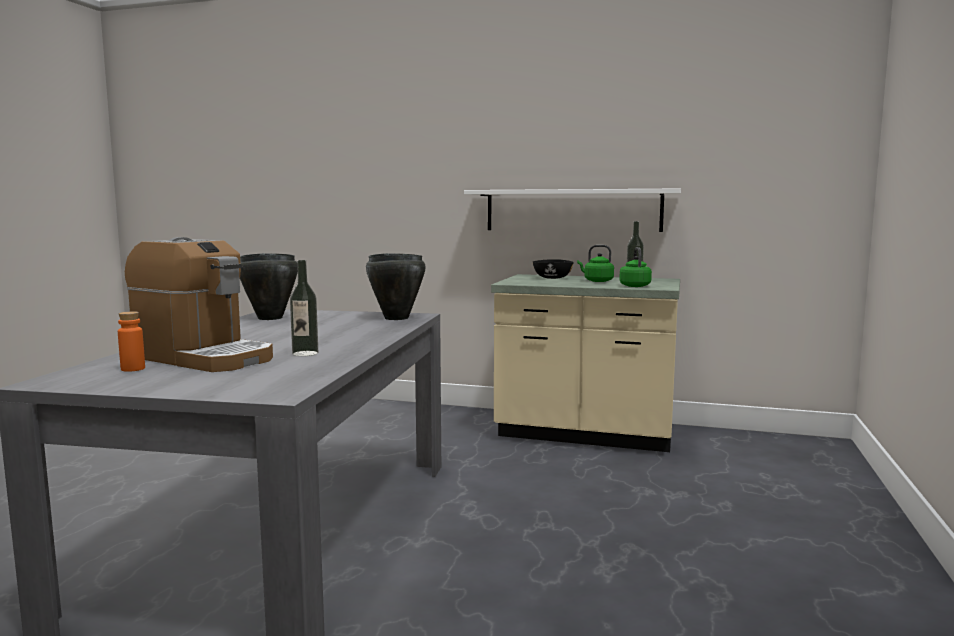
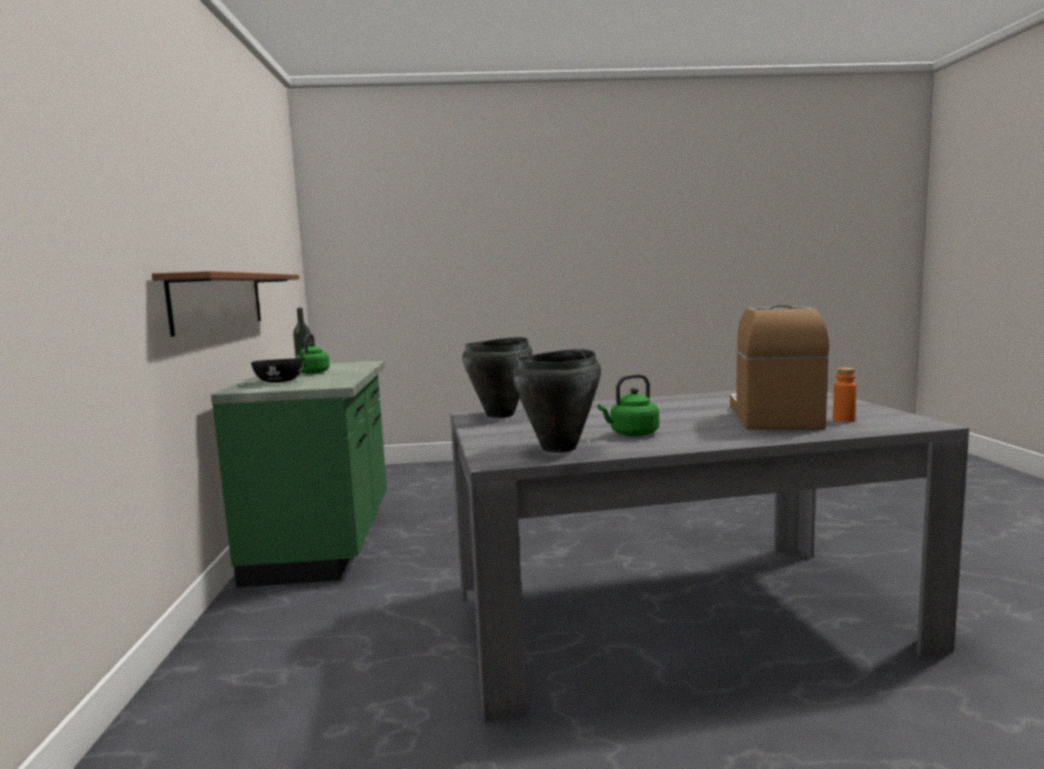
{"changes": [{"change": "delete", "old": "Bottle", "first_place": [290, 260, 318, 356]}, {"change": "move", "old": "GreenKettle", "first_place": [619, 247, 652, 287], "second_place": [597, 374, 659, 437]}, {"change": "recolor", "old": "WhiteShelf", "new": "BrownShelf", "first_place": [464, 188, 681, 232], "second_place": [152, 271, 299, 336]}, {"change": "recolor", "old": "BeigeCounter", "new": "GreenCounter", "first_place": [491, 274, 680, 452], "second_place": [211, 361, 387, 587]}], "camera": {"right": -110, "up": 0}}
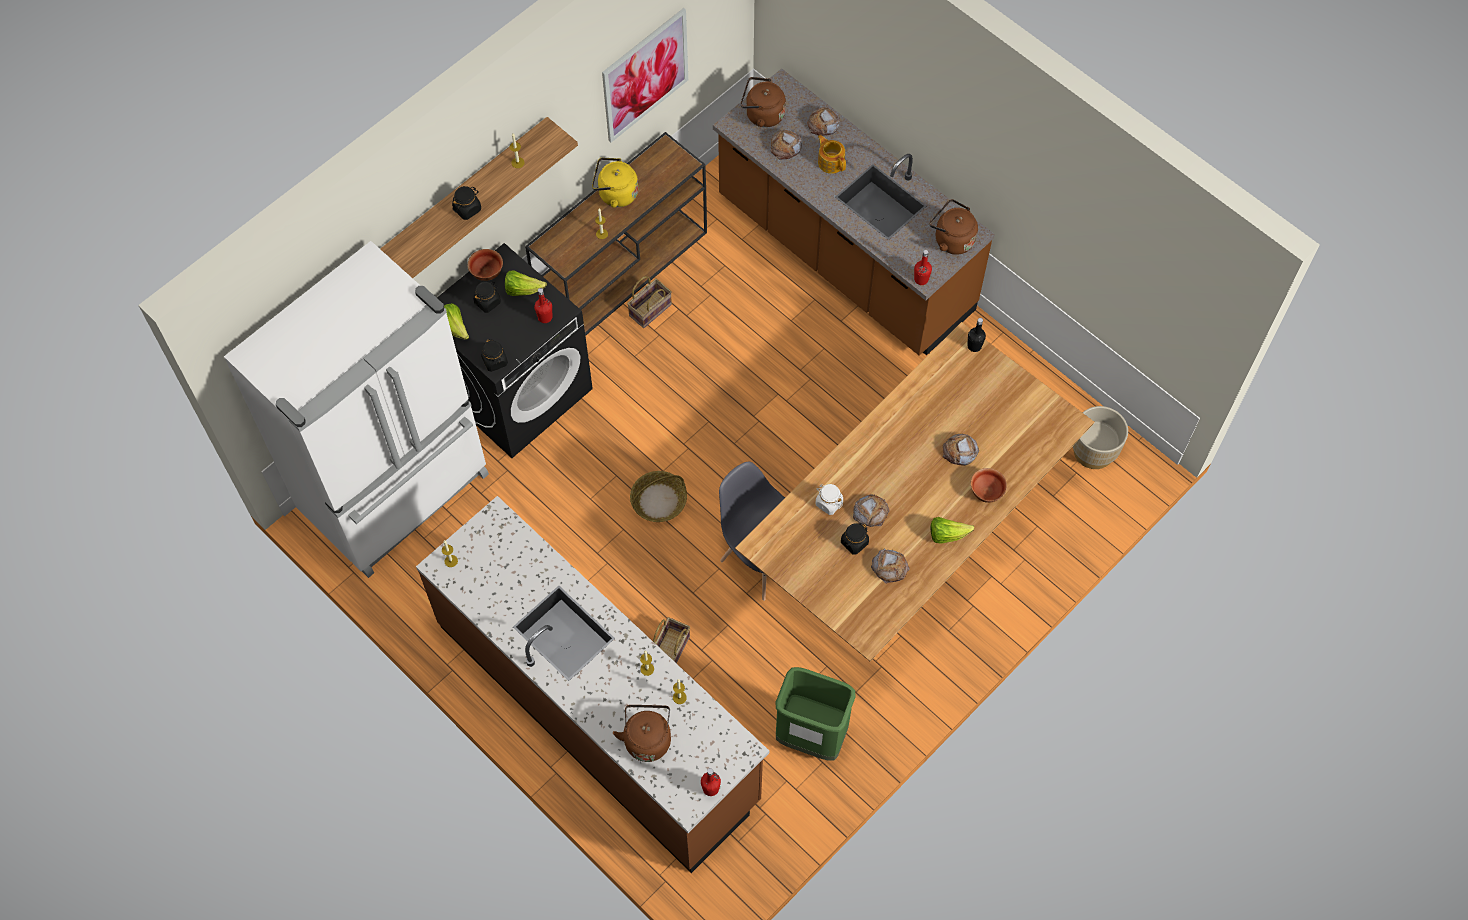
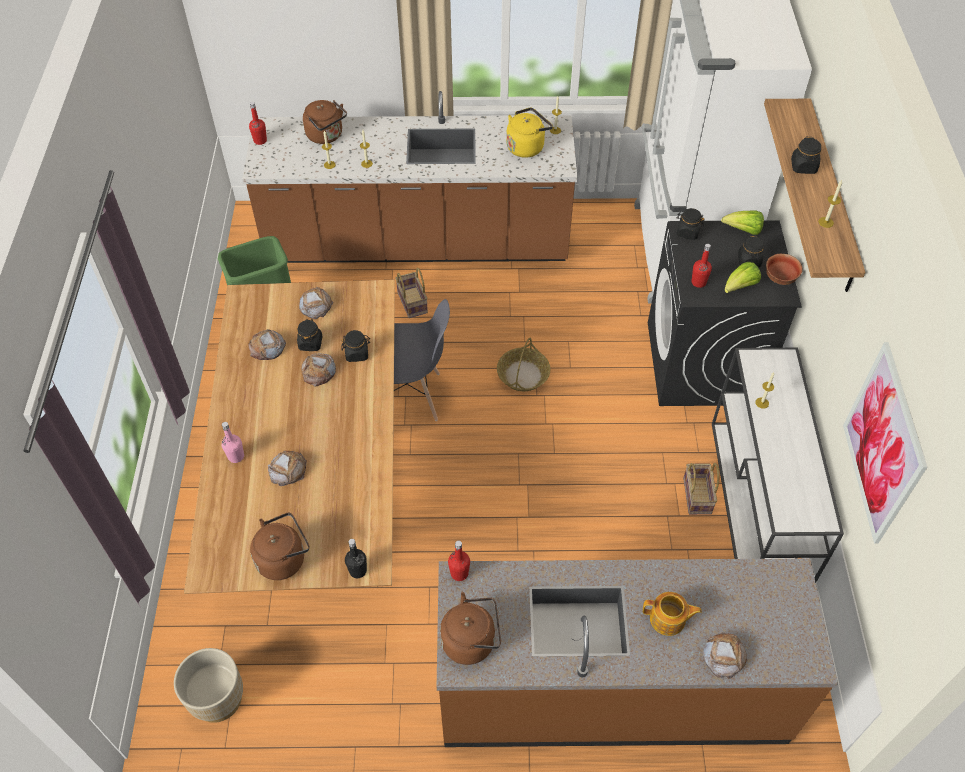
{"changes": [{"change": "delete", "old": "Lettuce", "first_place": [931, 517, 974, 544]}, {"change": "move", "old": "YellowKettle", "first_place": [592, 158, 638, 208], "second_place": [506, 107, 553, 158]}, {"change": "move", "old": "BrownKettle", "first_place": [741, 77, 786, 127], "second_place": [250, 513, 309, 580]}, {"change": "move", "old": "Bread", "first_place": [771, 130, 802, 159], "second_place": [299, 286, 333, 319]}, {"change": "replace", "old": "Bowl", "new": "PinkBottle", "first_place": [971, 468, 1007, 503], "second_place": [222, 422, 244, 463]}, {"change": "recolor", "old": "BrownConsoleTable", "new": "WhiteConsoleTable", "first_place": [525, 132, 707, 336], "second_place": [712, 348, 844, 582]}, {"change": "recolor", "old": "WhiteJar", "new": "BlackJar", "first_place": [816, 484, 843, 515], "second_place": [341, 330, 370, 362]}], "camera": {"right": 135, "up": -10}}
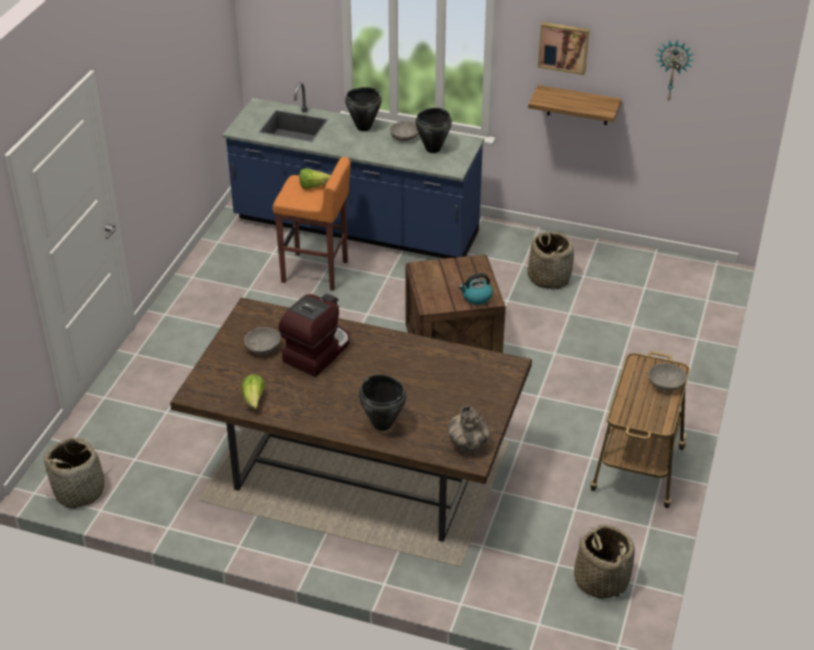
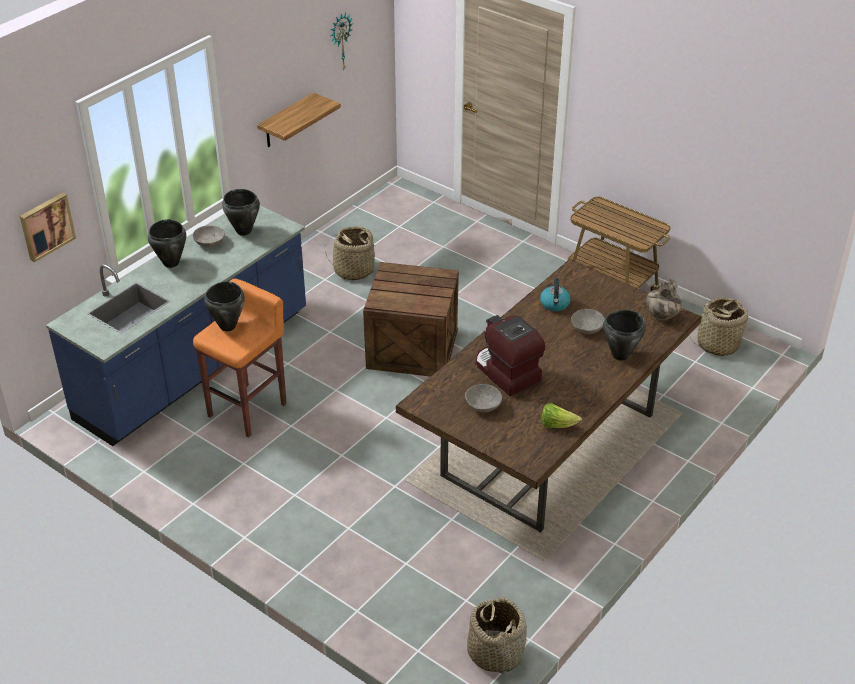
{"changes": [{"change": "move", "old": "Kettle", "first_place": [459, 273, 493, 305], "second_place": [540, 278, 571, 311]}, {"change": "move", "old": "Picture", "first_place": [538, 22, 590, 75], "second_place": [20, 193, 76, 262]}, {"change": "move", "old": "GreyBowl", "first_place": [648, 363, 687, 391], "second_place": [571, 309, 605, 334]}, {"change": "replace", "old": "Lettuce", "new": "BlackCookingPot", "first_place": [299, 168, 331, 189], "second_place": [204, 281, 245, 331]}], "camera": {"right": -70, "up": 0}}
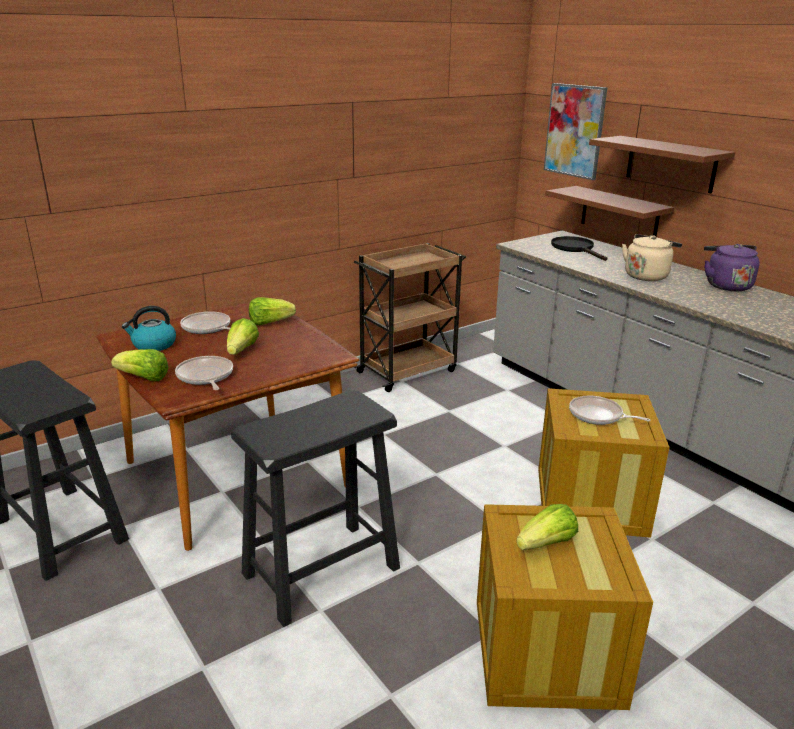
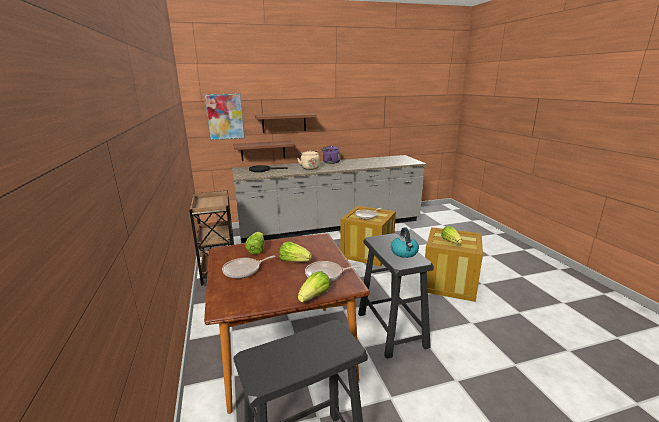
{"changes": [{"change": "move", "old": "Kettle", "first_place": [122, 306, 176, 351], "second_place": [391, 227, 419, 258]}], "camera": {"right": -70, "up": -5}}
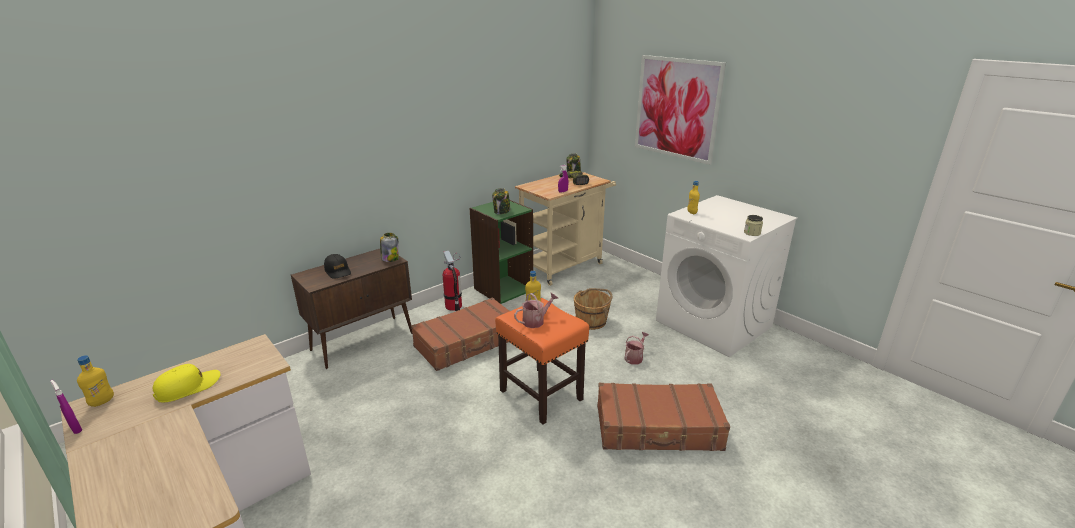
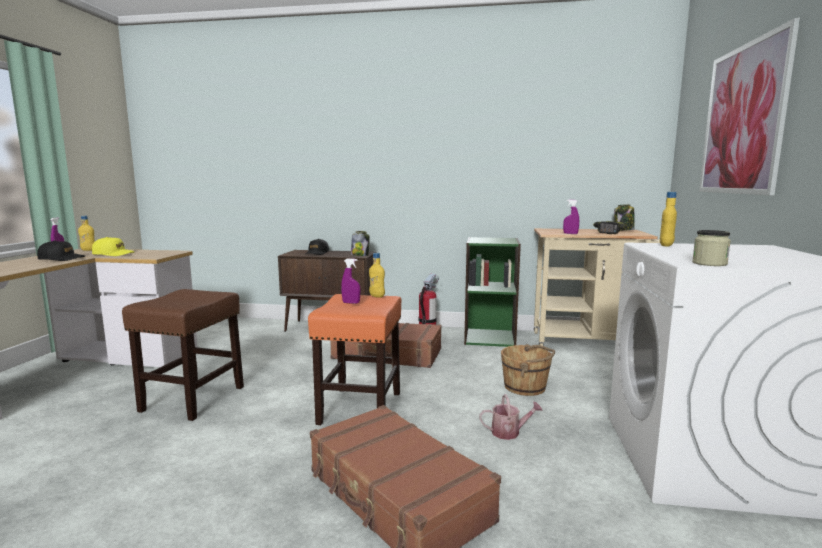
{"changes": [{"change": "delete", "old": "Jar", "first_place": [492, 188, 511, 214]}, {"change": "insert", "new": "BlackCap", "second_place": [37, 241, 85, 261]}, {"change": "insert", "new": "BrownStool", "second_place": [122, 289, 244, 421]}, {"change": "replace", "old": "WateringCan", "new": "PurpleSprayBottle", "first_place": [514, 292, 558, 328], "second_place": [341, 258, 360, 304]}], "camera": {"right": 50, "up": -15}}
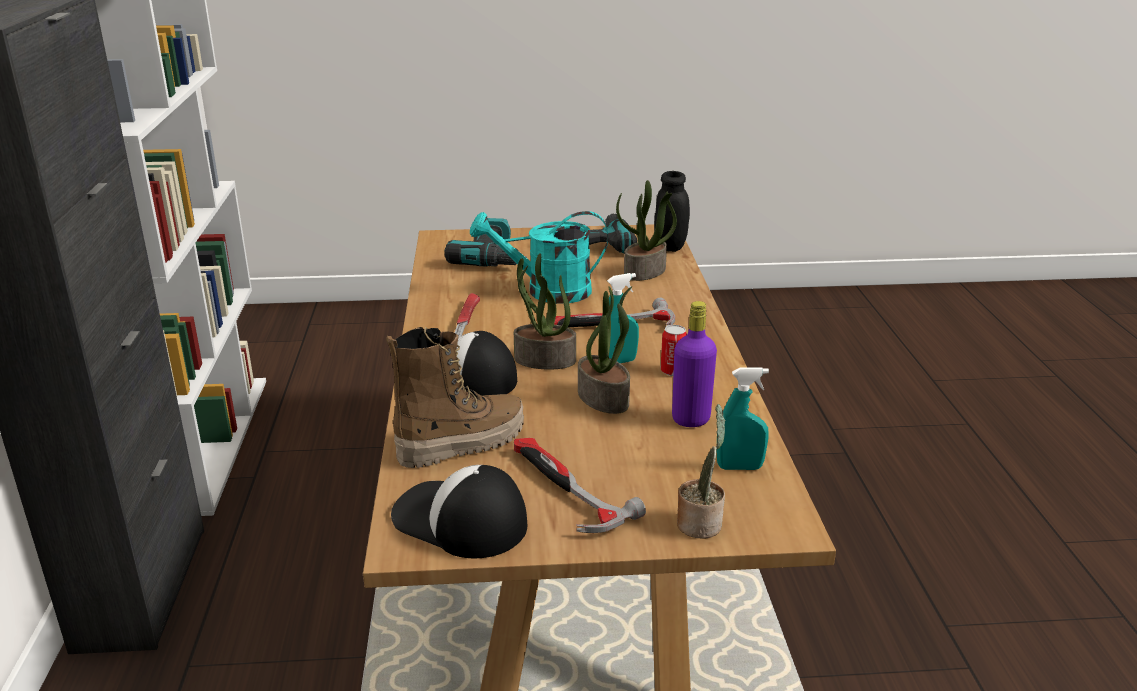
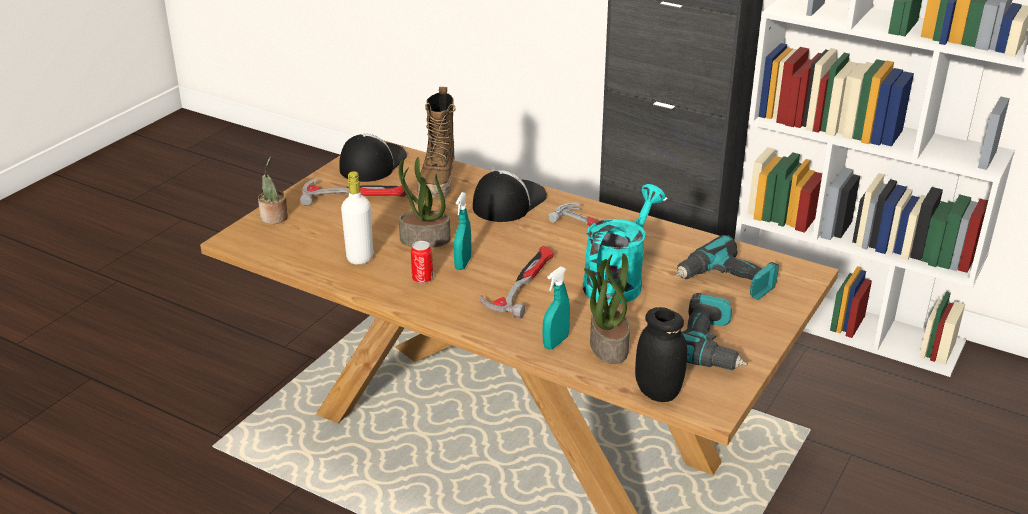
{"changes": [{"change": "delete", "old": "PottedPlant", "first_place": [514, 253, 576, 370]}, {"change": "move", "old": "TurquoiseSprayBottle", "first_place": [716, 367, 769, 470], "second_place": [542, 266, 570, 350]}, {"change": "recolor", "old": "PurpleBottle", "new": "WhiteBottle", "first_place": [672, 301, 717, 427], "second_place": [341, 171, 373, 265]}, {"change": "rotate", "old": "Cap", "first_place": [391, 465, 527, 558], "second_place": [339, 134, 407, 182], "degrees": -45}], "camera": {"right": 125, "up": 5}}
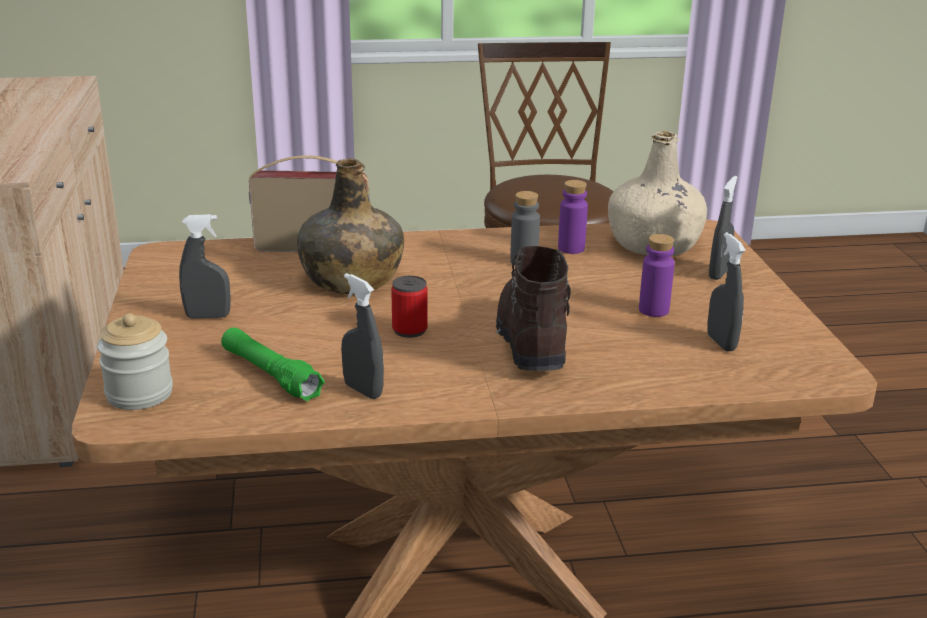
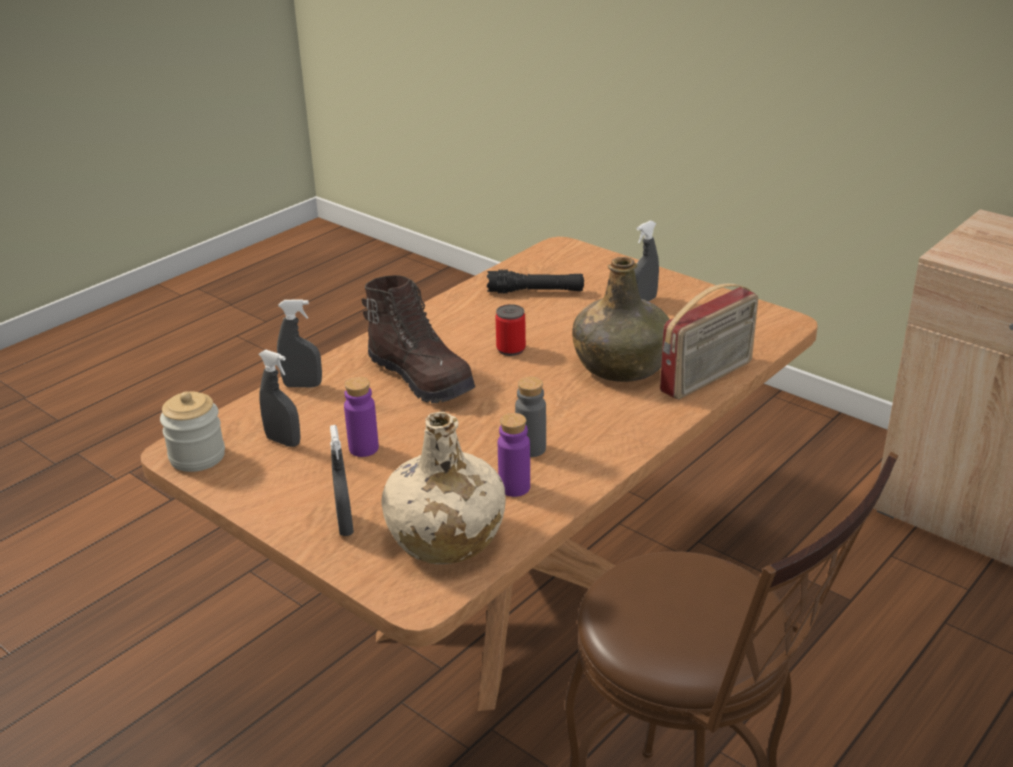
{"changes": [{"change": "move", "old": "Jar", "first_place": [97, 313, 173, 410], "second_place": [160, 392, 225, 472]}, {"change": "move", "old": "GreySprayBottle", "first_place": [341, 273, 384, 399], "second_place": [277, 299, 322, 387]}, {"change": "recolor", "old": "GreenFlashlight", "new": "BlackFlashlight", "first_place": [221, 328, 325, 401], "second_place": [487, 269, 584, 294]}], "camera": {"right": 140, "up": 5}}
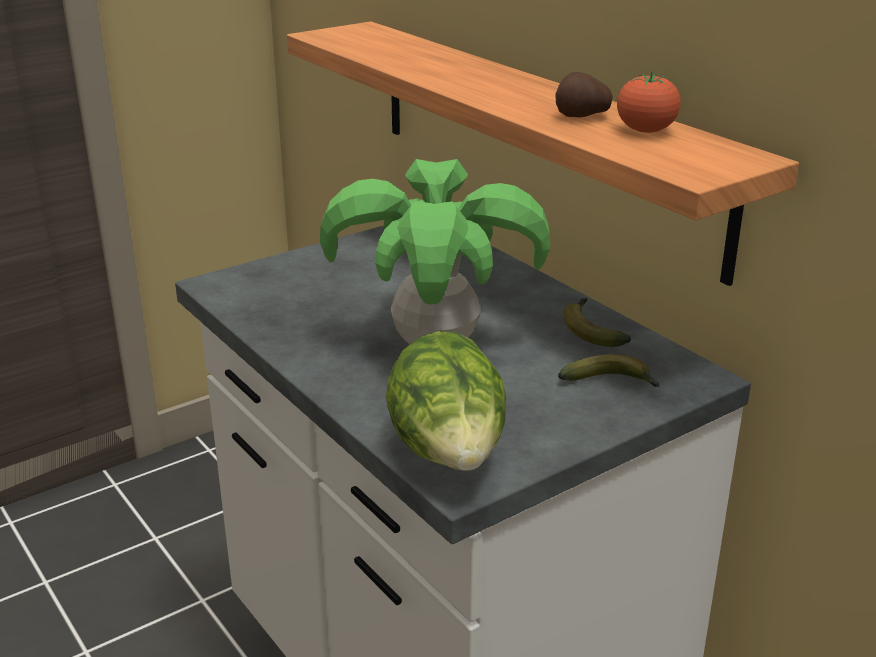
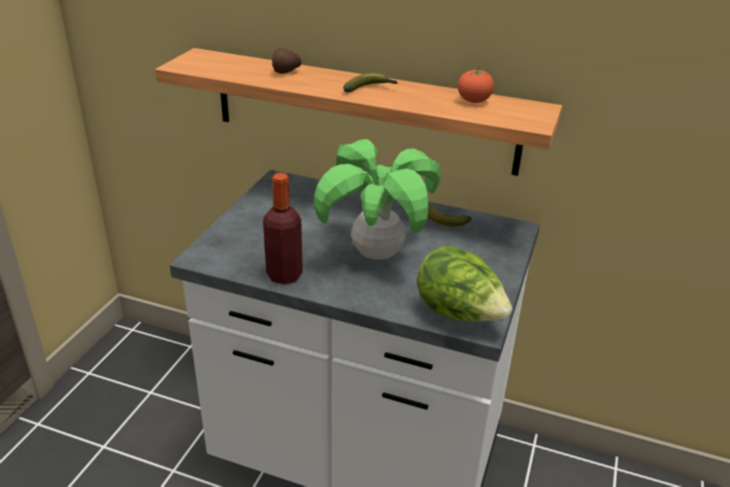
{"changes": [{"change": "insert", "new": "Bottle", "second_place": [263, 173, 303, 284]}, {"change": "move", "old": "Potato", "first_place": [556, 72, 613, 117], "second_place": [272, 48, 302, 74]}, {"change": "move", "old": "Banana", "first_place": [558, 354, 660, 387], "second_place": [343, 73, 398, 92]}], "camera": {"right": -35, "up": 5}}
